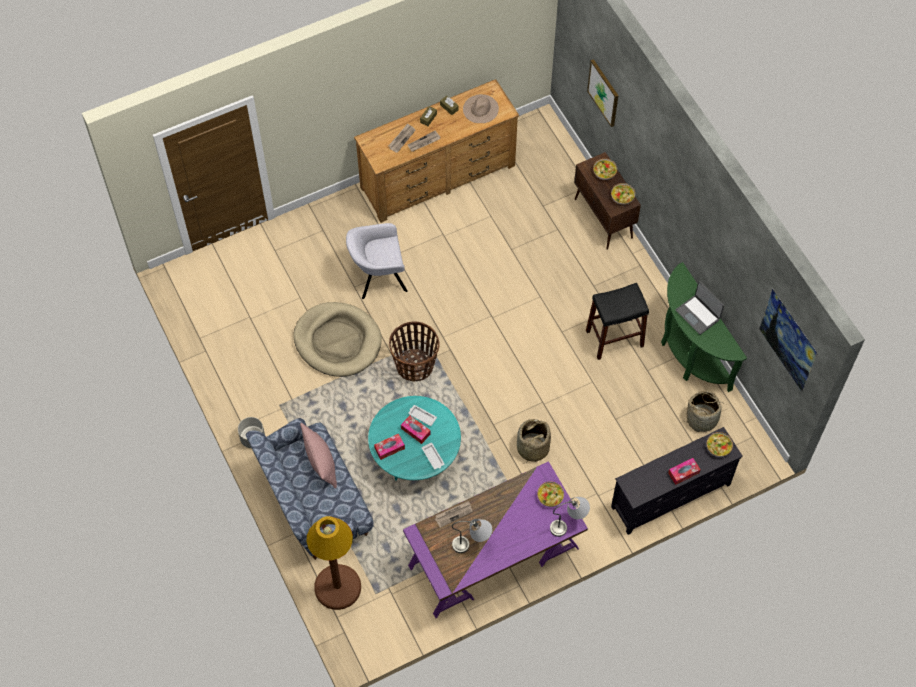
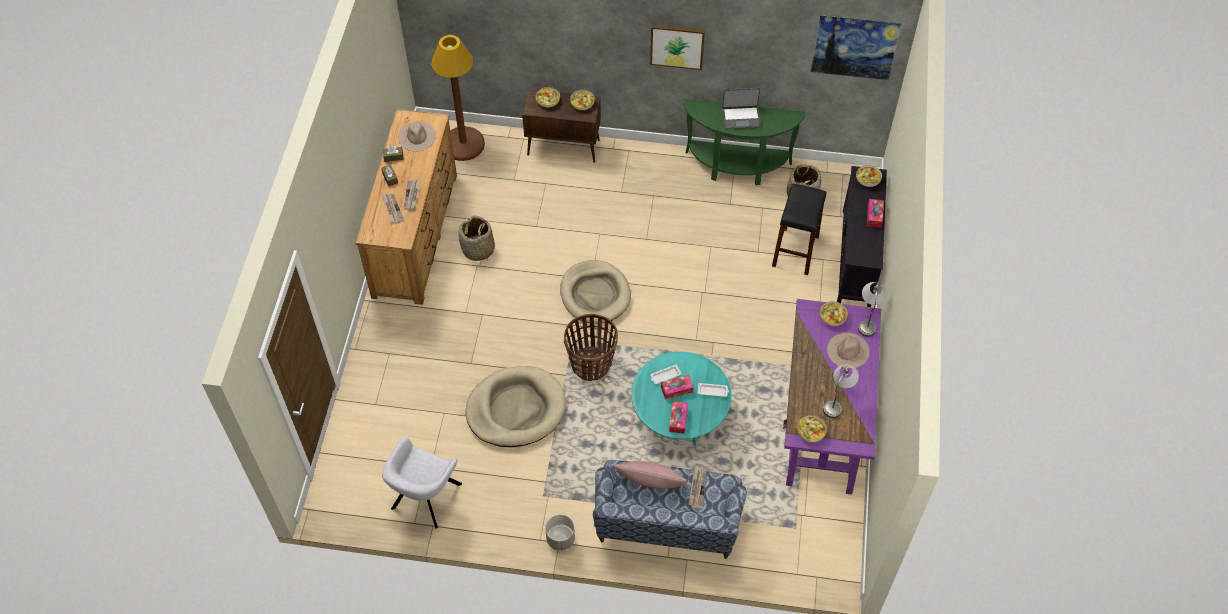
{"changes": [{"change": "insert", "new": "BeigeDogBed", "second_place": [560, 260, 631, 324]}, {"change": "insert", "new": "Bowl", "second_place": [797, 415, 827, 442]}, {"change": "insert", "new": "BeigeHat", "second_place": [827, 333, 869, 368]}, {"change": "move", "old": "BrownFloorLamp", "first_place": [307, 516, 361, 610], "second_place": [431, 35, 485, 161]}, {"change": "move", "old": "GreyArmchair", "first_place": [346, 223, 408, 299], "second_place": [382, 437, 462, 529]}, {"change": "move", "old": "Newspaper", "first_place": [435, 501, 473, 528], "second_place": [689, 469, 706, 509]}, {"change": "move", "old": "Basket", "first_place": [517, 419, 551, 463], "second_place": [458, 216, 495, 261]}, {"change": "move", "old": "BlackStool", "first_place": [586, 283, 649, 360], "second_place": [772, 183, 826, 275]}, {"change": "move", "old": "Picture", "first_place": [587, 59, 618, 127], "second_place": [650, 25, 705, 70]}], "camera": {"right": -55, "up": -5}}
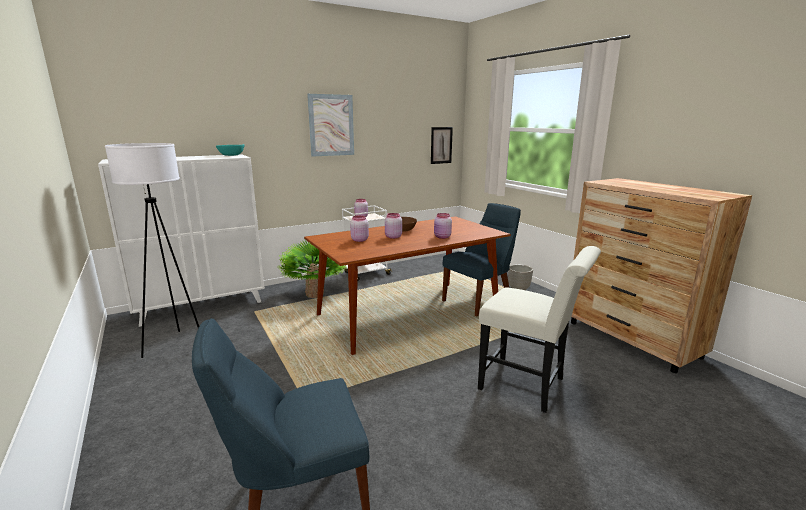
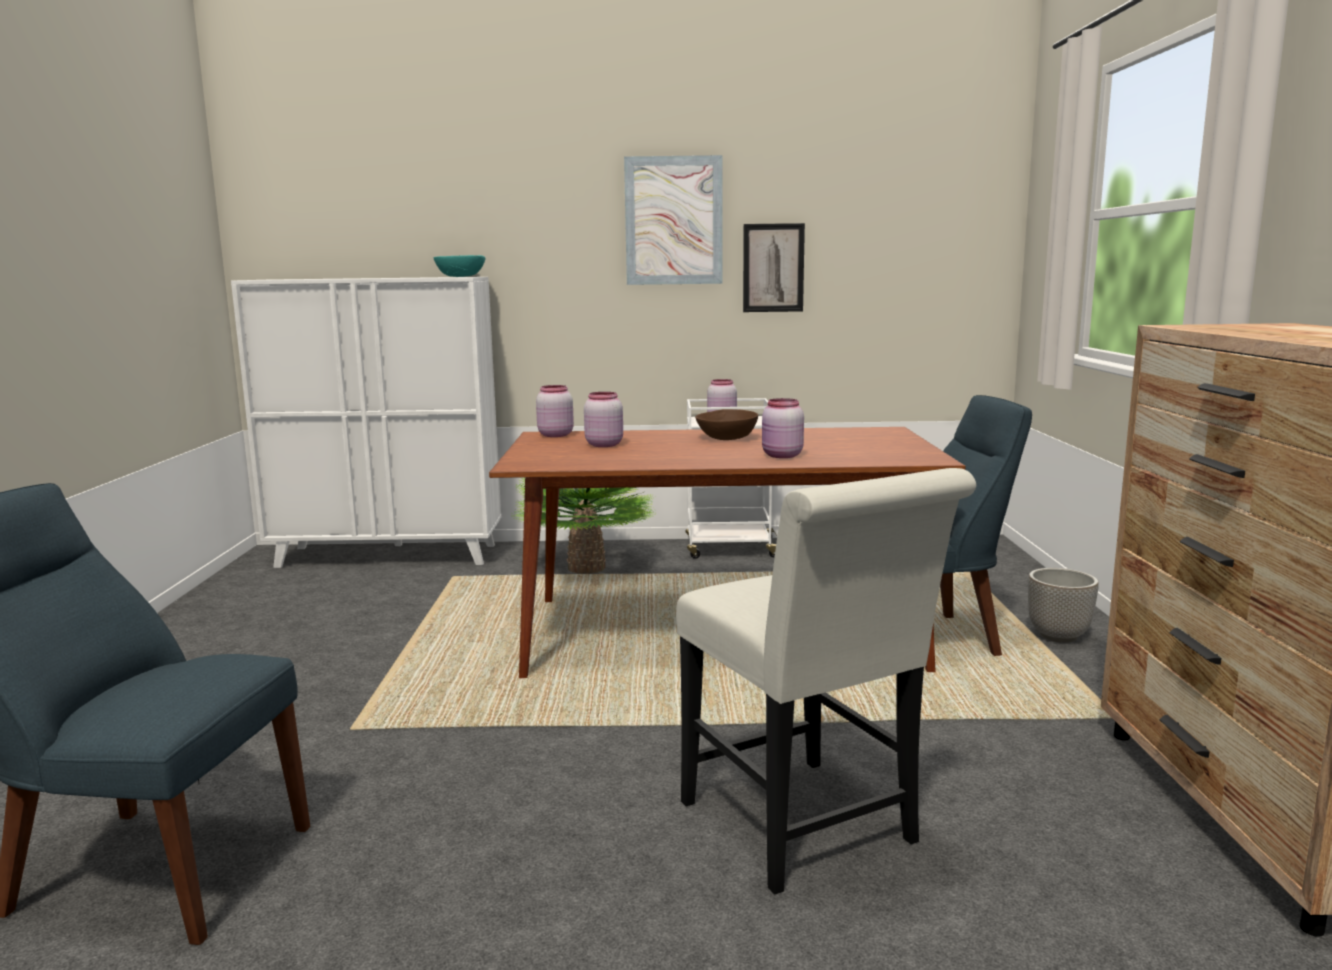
{"changes": [{"change": "delete", "old": "WhiteFloorLamp", "first_place": [105, 143, 199, 358]}, {"change": "move", "old": "PinkJar", "first_place": [385, 213, 402, 239], "second_place": [536, 385, 574, 437]}, {"change": "move", "old": "Picture", "first_place": [431, 127, 453, 164], "second_place": [743, 223, 805, 312]}], "camera": {"right": 30, "up": -5}}
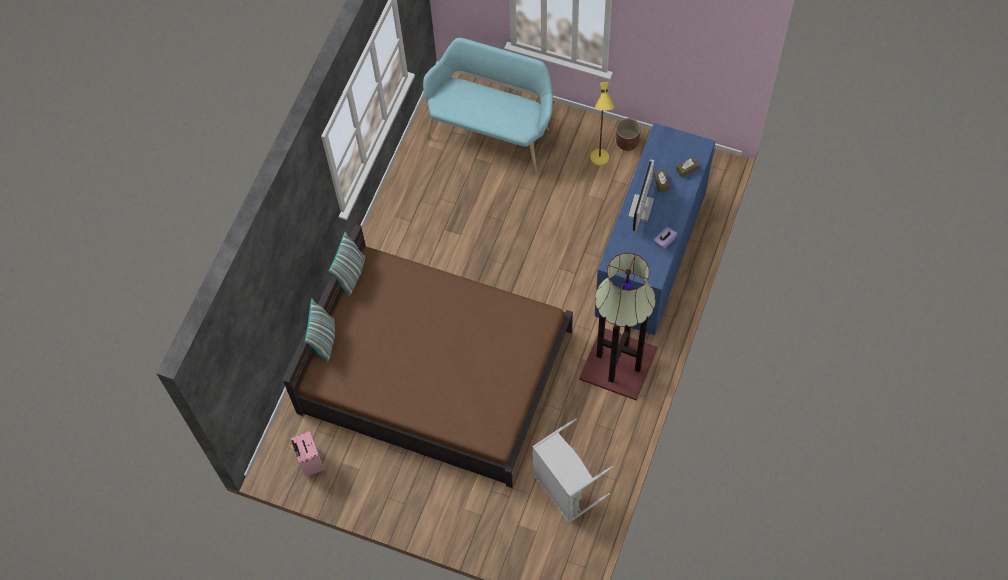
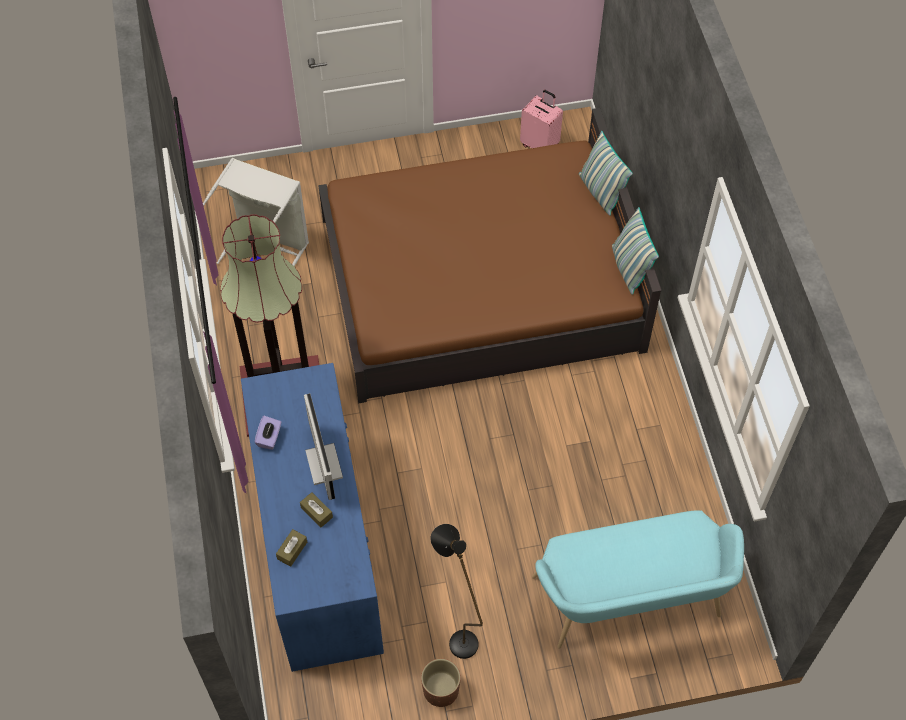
{"changes": [{"change": "recolor", "old": "YellowFloorLamp", "new": "BlackFloorLamp", "first_place": [590, 82, 614, 166], "second_place": [430, 524, 483, 659]}], "camera": {"right": 145, "up": -5}}
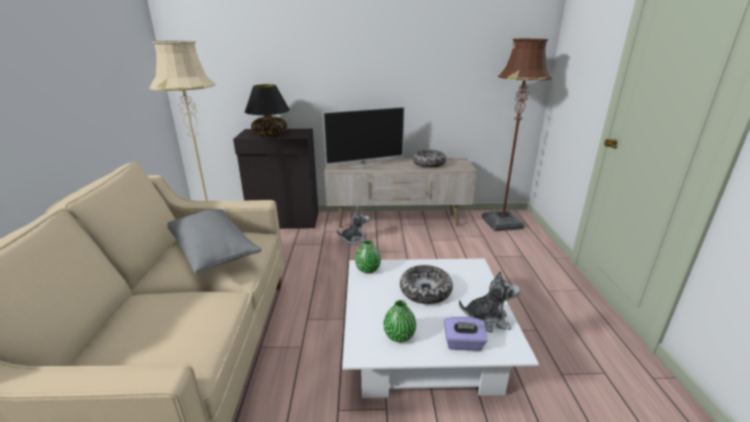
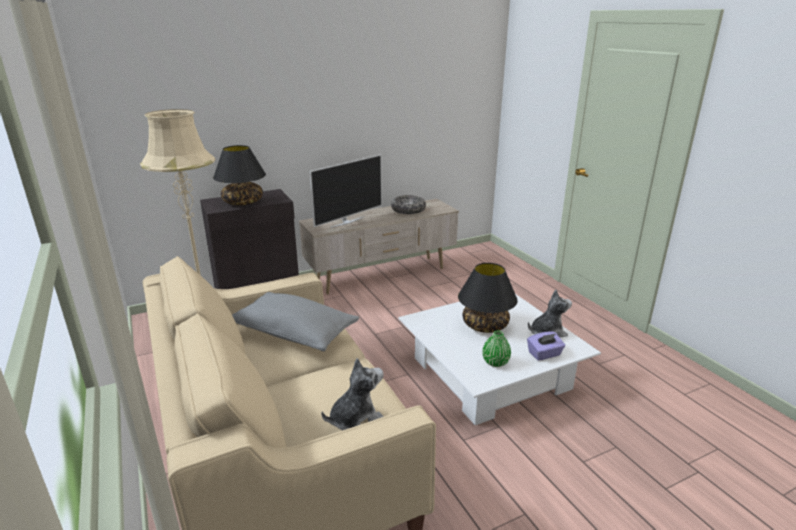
{"changes": [{"change": "delete", "old": "GreenVase", "first_place": [355, 240, 381, 274]}, {"change": "delete", "old": "BrownFloorLamp", "first_place": [482, 39, 552, 232]}, {"change": "move", "old": "PlushToy", "first_place": [336, 208, 370, 245], "second_place": [321, 358, 384, 431]}, {"change": "replace", "old": "Bowl", "new": "BlackTableLamp", "first_place": [400, 265, 453, 304], "second_place": [458, 263, 518, 333]}], "camera": {"right": -25, "up": 0}}
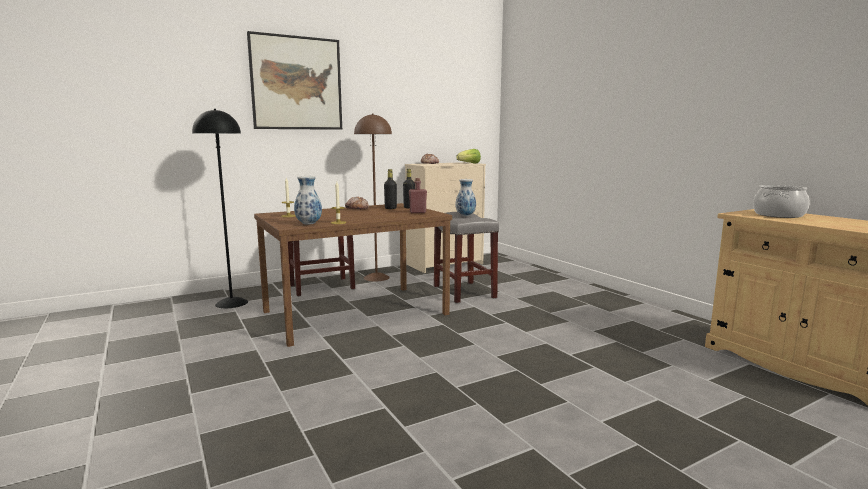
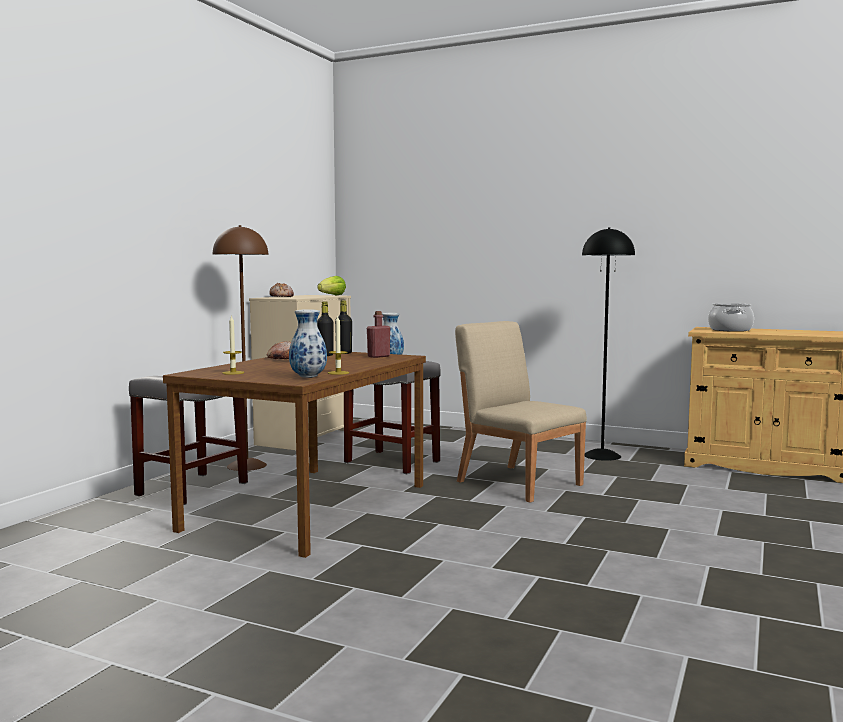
{"changes": [{"change": "delete", "old": "Picture", "first_place": [247, 31, 342, 130]}, {"change": "insert", "new": "BeigeChair", "second_place": [455, 321, 587, 503]}, {"change": "move", "old": "BlackFloorLamp", "first_place": [192, 109, 248, 308], "second_place": [582, 227, 635, 461]}], "camera": {"right": -35, "up": -5}}
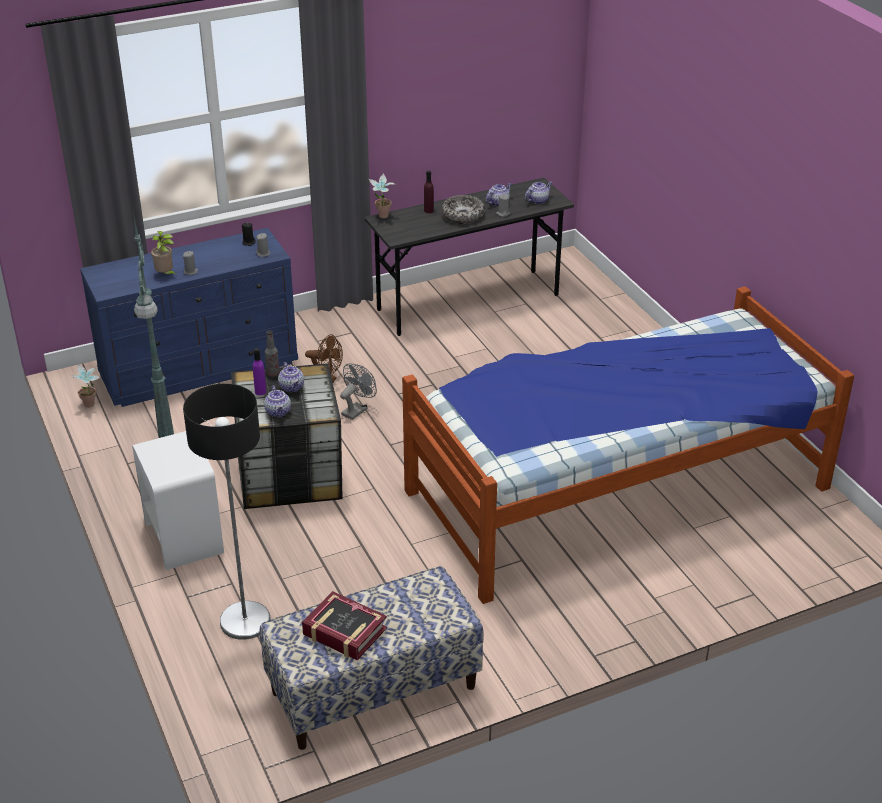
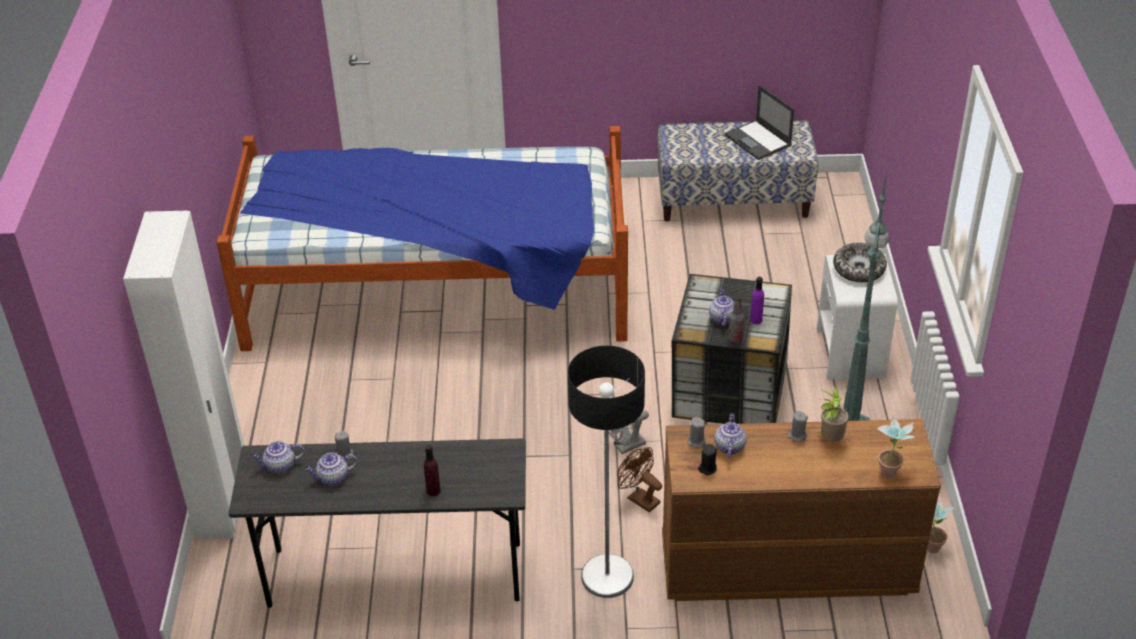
{"changes": [{"change": "insert", "new": "WhiteWardrobe", "second_place": [123, 211, 245, 540]}, {"change": "move", "old": "FloorLamp", "first_place": [183, 384, 271, 640], "second_place": [568, 345, 645, 598]}, {"change": "move", "old": "Teapot", "first_place": [264, 386, 291, 417], "second_place": [714, 413, 747, 458]}, {"change": "move", "old": "PottedPlant", "first_place": [369, 173, 396, 218], "second_place": [876, 417, 915, 479]}, {"change": "move", "old": "Bowl", "first_place": [442, 195, 485, 224], "second_place": [833, 243, 887, 282]}, {"change": "replace", "old": "Book", "new": "Laptop", "first_place": [302, 591, 387, 660], "second_place": [725, 85, 794, 160]}, {"change": "recolor", "old": "BlueDresser", "new": "BrownDresser", "first_place": [80, 228, 298, 407], "second_place": [662, 419, 941, 601]}], "camera": {"right": -155, "up": 5}}
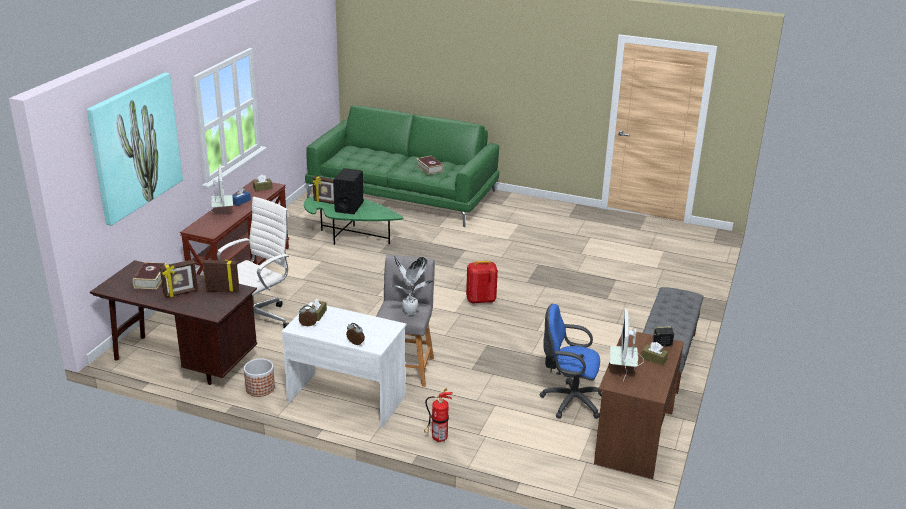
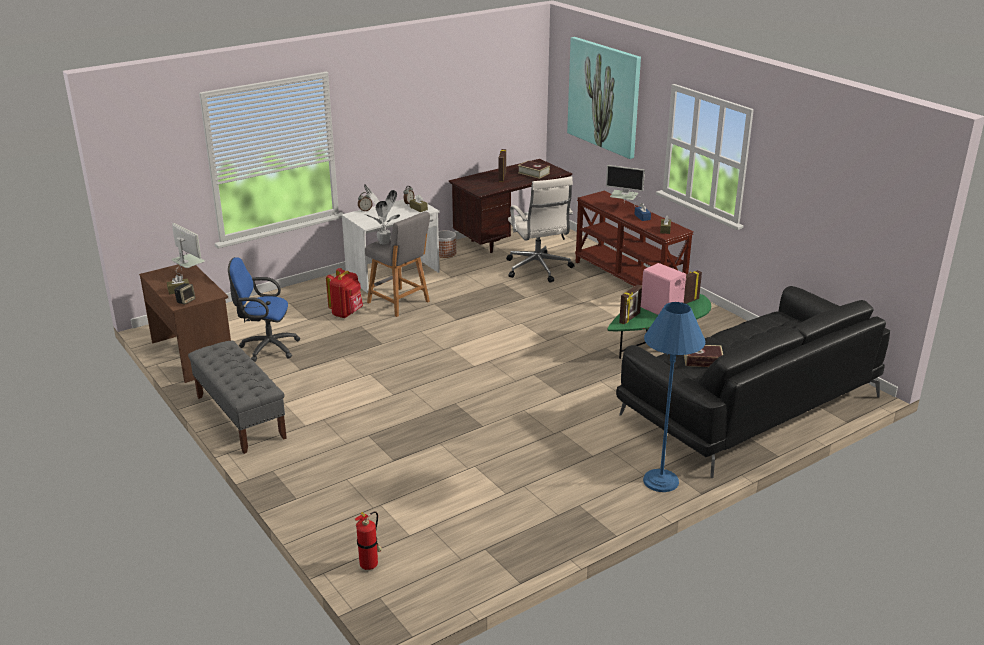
{"changes": [{"change": "insert", "new": "BlueFloorLamp", "second_place": [643, 302, 705, 492]}, {"change": "move", "old": "PictureFrame", "first_place": [203, 259, 240, 293], "second_place": [619, 284, 642, 324]}, {"change": "move", "old": "FireExtinguisher", "first_place": [424, 388, 453, 442], "second_place": [354, 511, 382, 570]}, {"change": "move", "old": "RedBackpack", "first_place": [466, 261, 498, 304], "second_place": [326, 268, 363, 318]}, {"change": "recolor", "old": "GreenSofa", "new": "BlackSofa", "first_place": [305, 106, 499, 227], "second_place": [616, 286, 890, 478]}, {"change": "recolor", "old": "BlackSpeaker", "new": "PinkSpeaker", "first_place": [333, 168, 364, 214], "second_place": [641, 263, 686, 315]}, {"change": "rotate", "old": "BlueOfficeChair", "first_place": [540, 304, 602, 419], "second_place": [228, 257, 300, 362], "degrees": -135}], "camera": {"right": 125, "up": 0}}
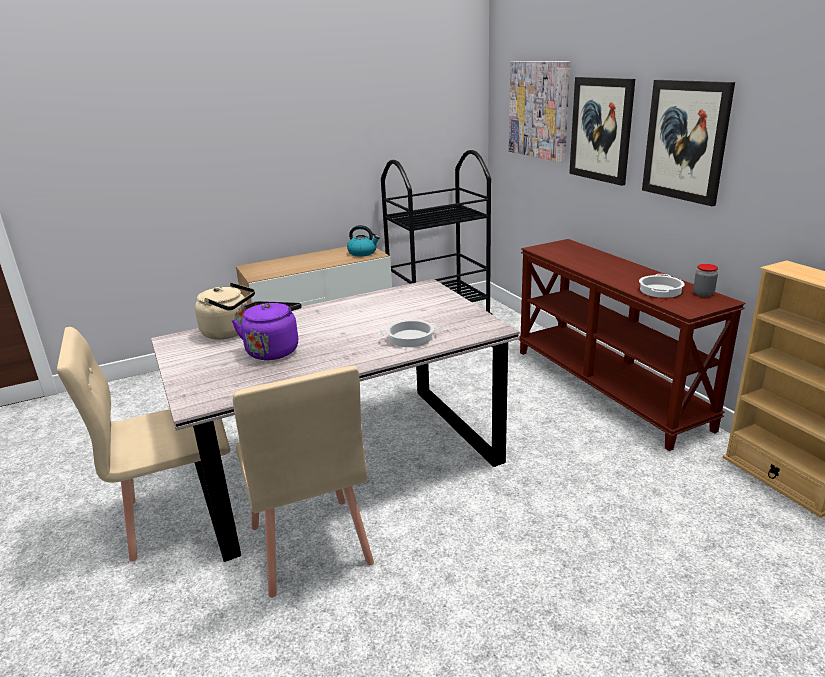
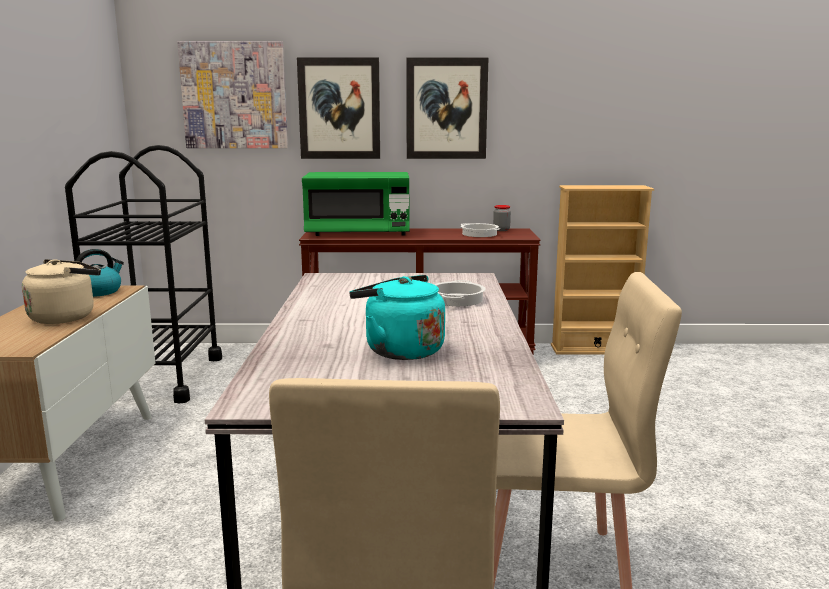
{"changes": [{"change": "insert", "new": "GreenMicrowave", "second_place": [302, 172, 410, 236]}, {"change": "move", "old": "BeigeKettle", "first_place": [195, 283, 255, 339], "second_place": [22, 259, 101, 324]}, {"change": "recolor", "old": "PurpleKettle", "new": "TurquoiseKettle", "first_place": [232, 301, 302, 360], "second_place": [349, 275, 445, 360]}], "camera": {"right": -65, "up": -10}}
